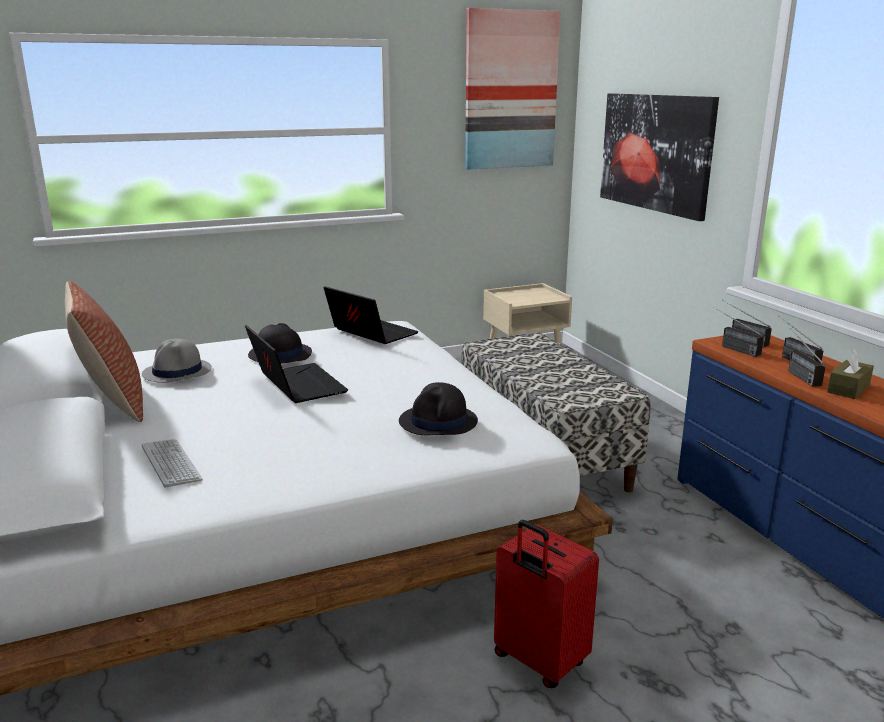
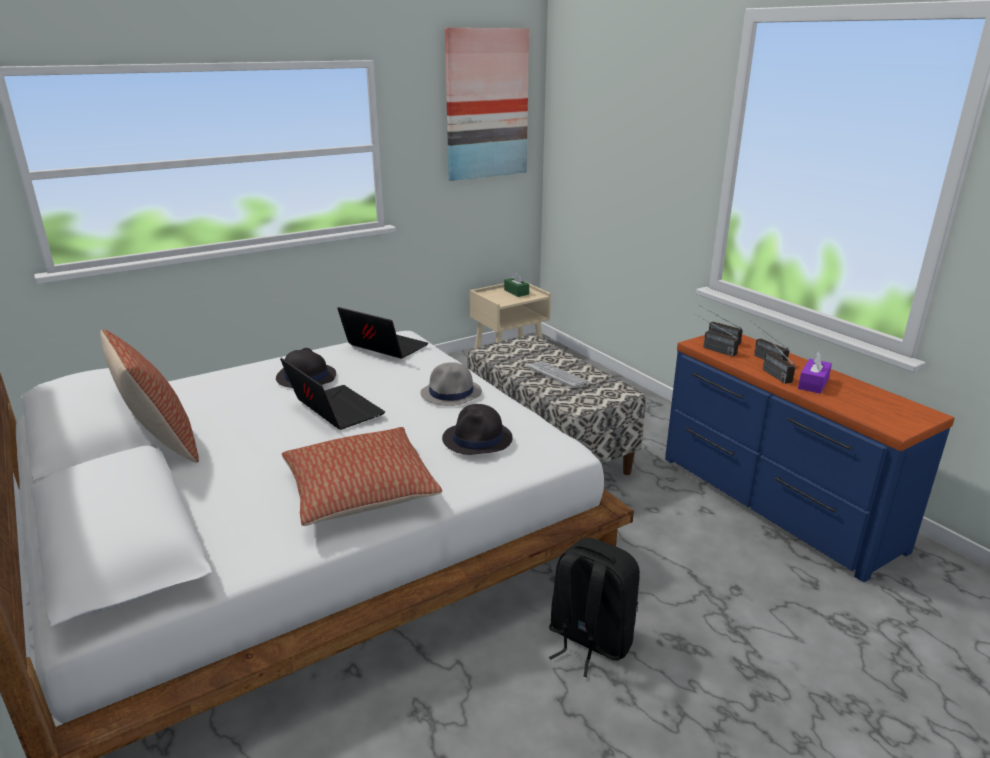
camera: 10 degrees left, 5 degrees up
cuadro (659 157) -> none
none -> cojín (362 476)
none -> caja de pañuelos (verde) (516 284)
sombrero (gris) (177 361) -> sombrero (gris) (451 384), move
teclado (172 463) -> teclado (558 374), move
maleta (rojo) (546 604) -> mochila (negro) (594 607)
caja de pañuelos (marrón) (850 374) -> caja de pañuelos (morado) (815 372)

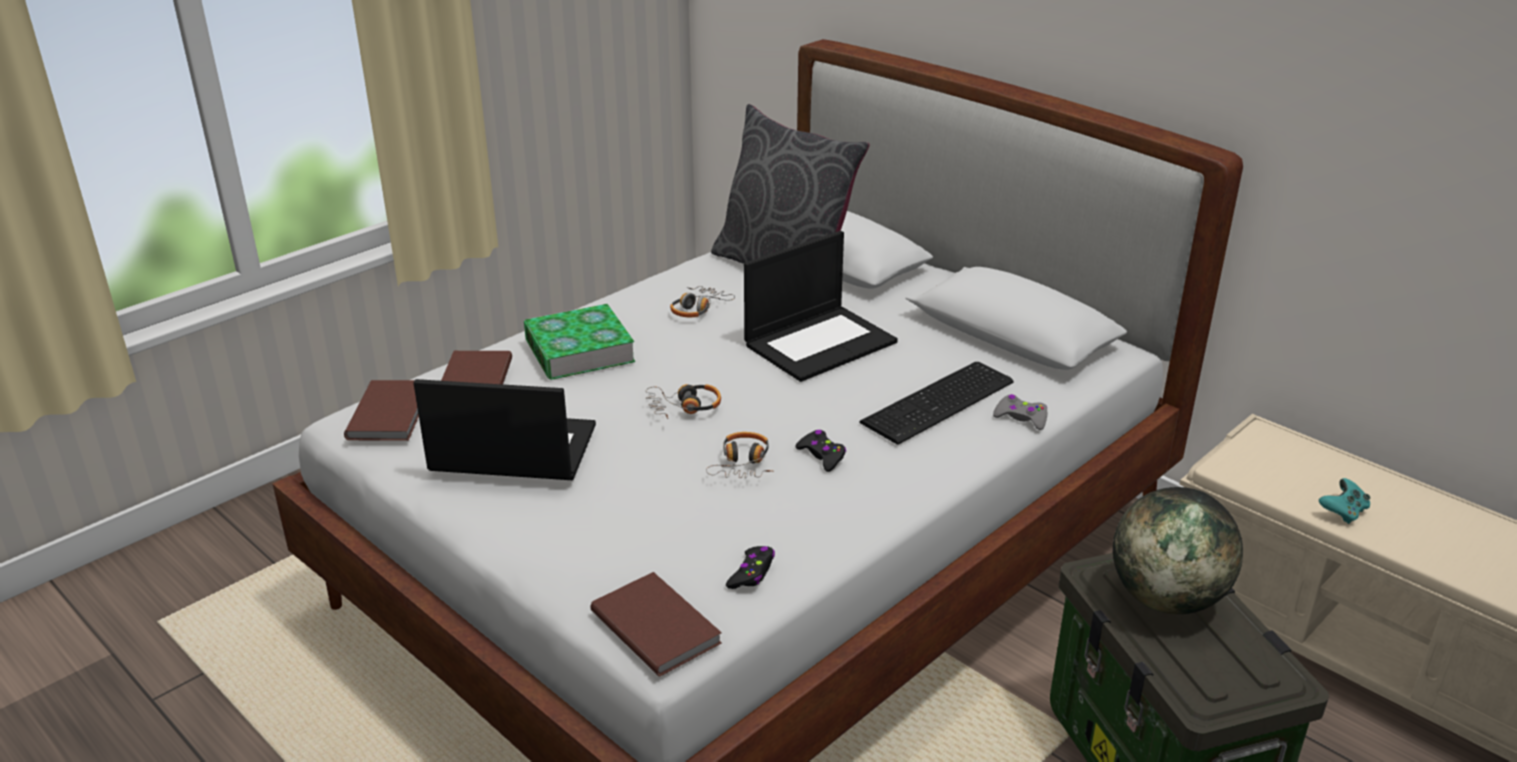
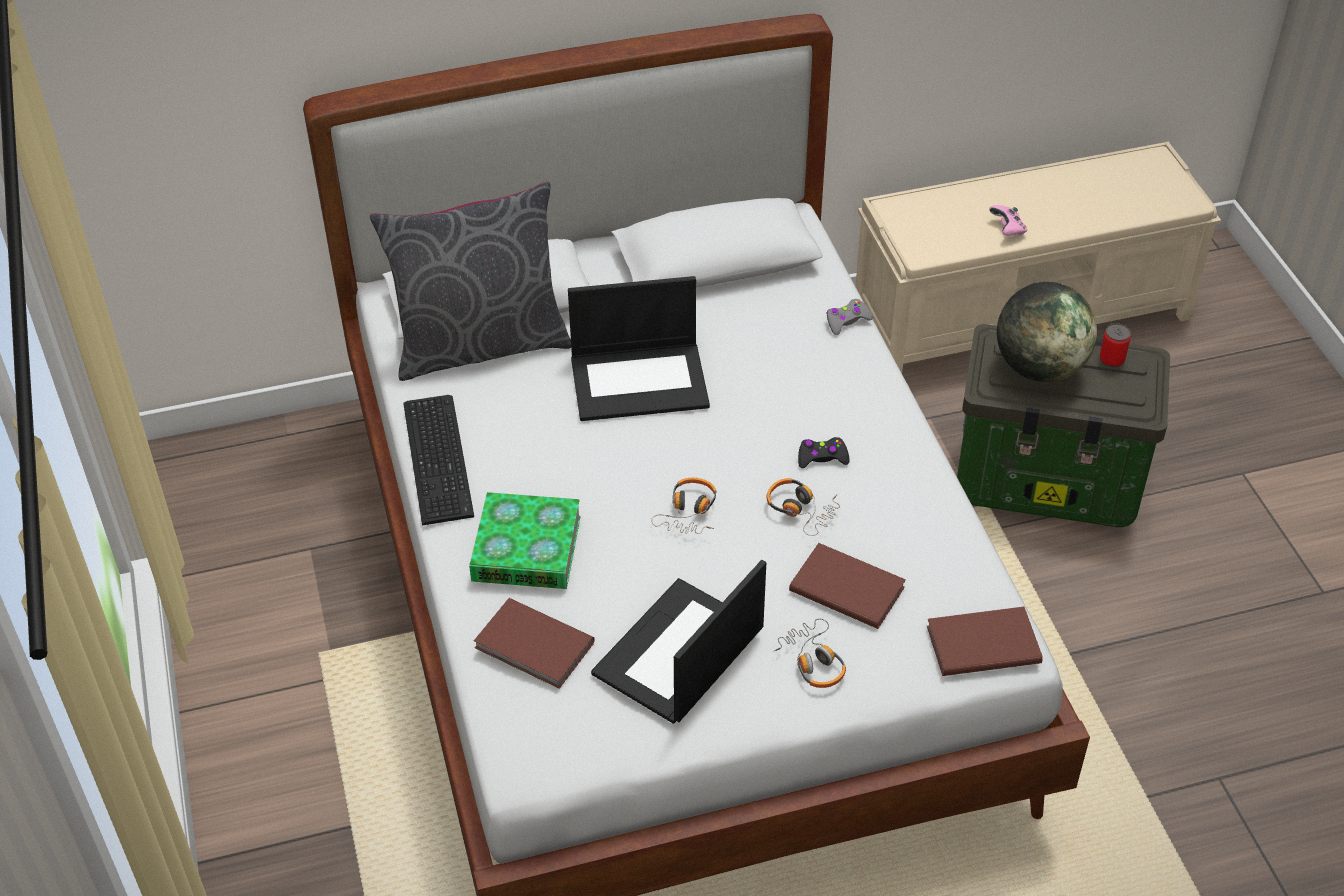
camera: 60 degrees left, 15 degrees up
mando de consola (negro) (750 567) -> none
none -> lata (1115 345)
libro (marrón) (381 410) -> libro (marrón) (847 586), move
auriculares (702 301) -> auriculares (809 653), move
teclado (936 403) -> teclado (438 460), move
mando de consola (turquesa) (1344 501) -> mando de consola (rosa) (1008 220)
portátil (821 306) -> portátil (639 348), 90 degrees clockwise

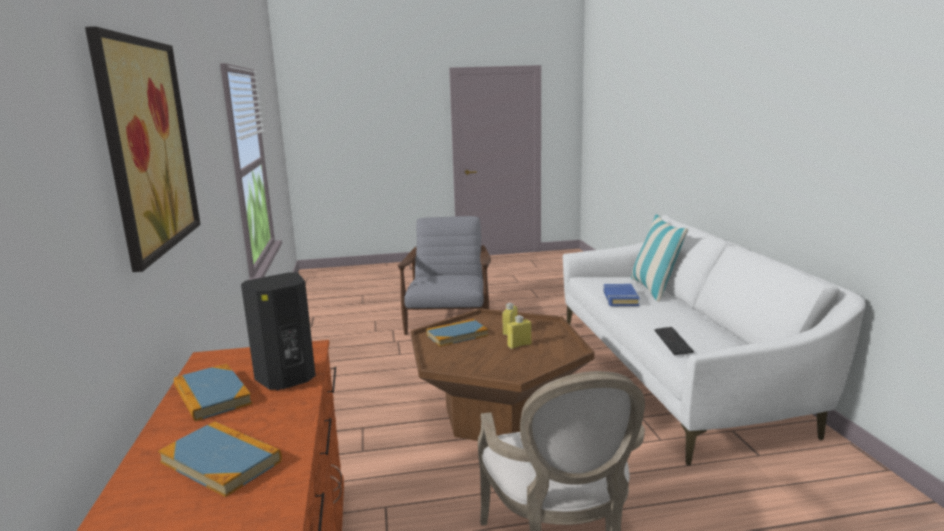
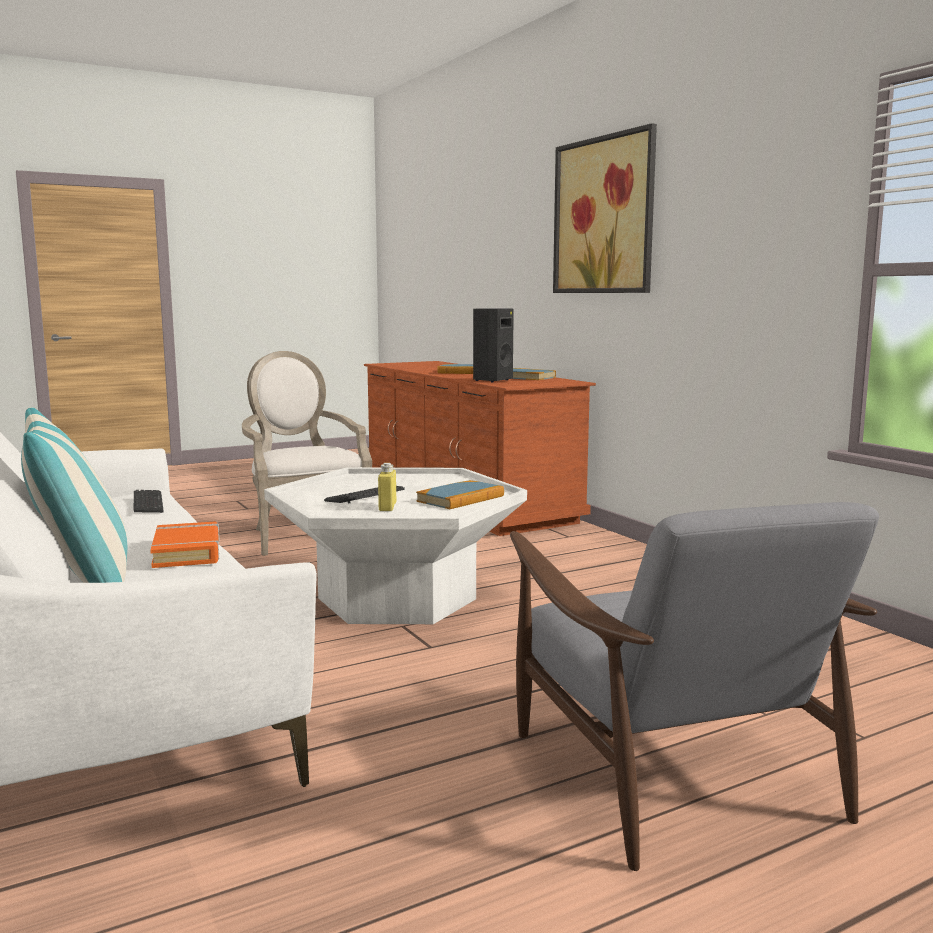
camera: 160 degrees right, 5 degrees down
botella (amarillo) (519 332) -> teclado (364 495)
mesa de centro (marrón) (502 375) -> mesa de centro (blanco) (395 545)
libro (azul) (621 295) -> libro (naranja) (184 545)

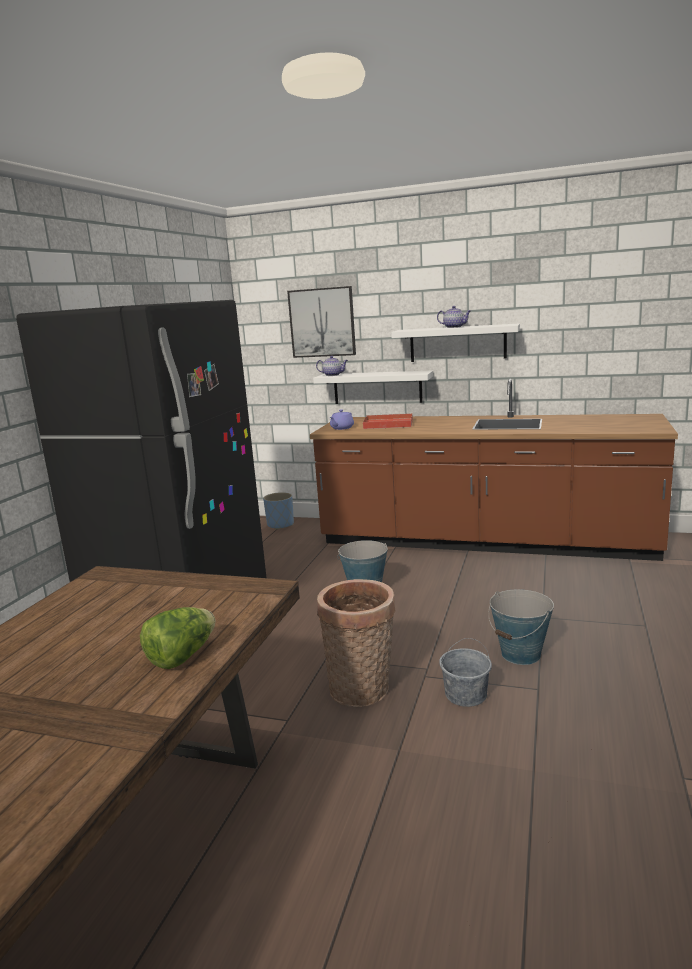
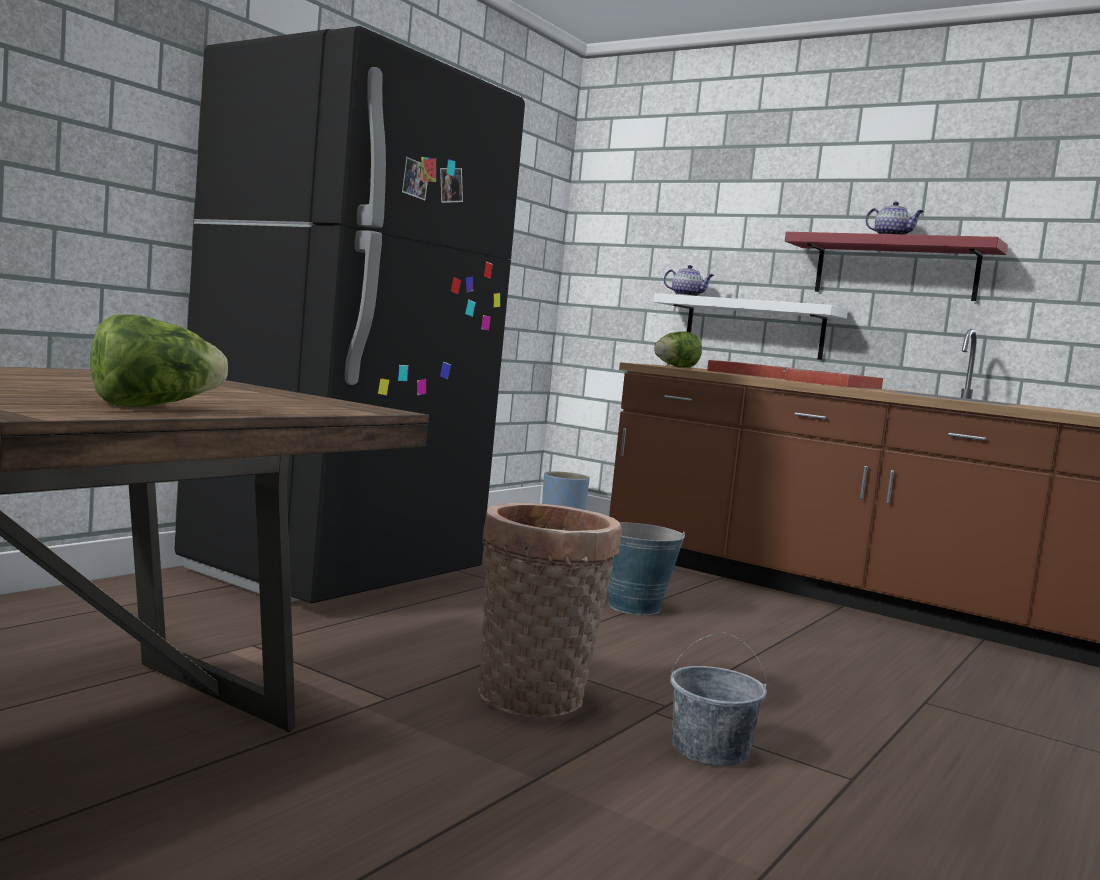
camera: 15 degrees right, 10 degrees down
cuadro (321 322) -> none
cubo (521 627) -> none
none -> bandeja (rojo) (833 378)
tetera (morado) (342 419) -> lechuga (678 349)
estante (blanco) (455 342) -> estante (rojo) (896 266)

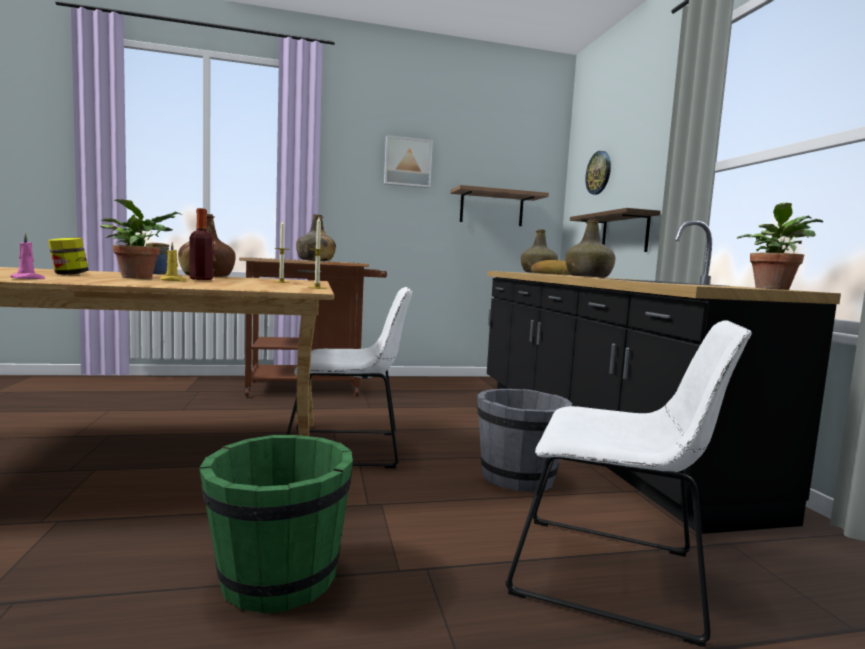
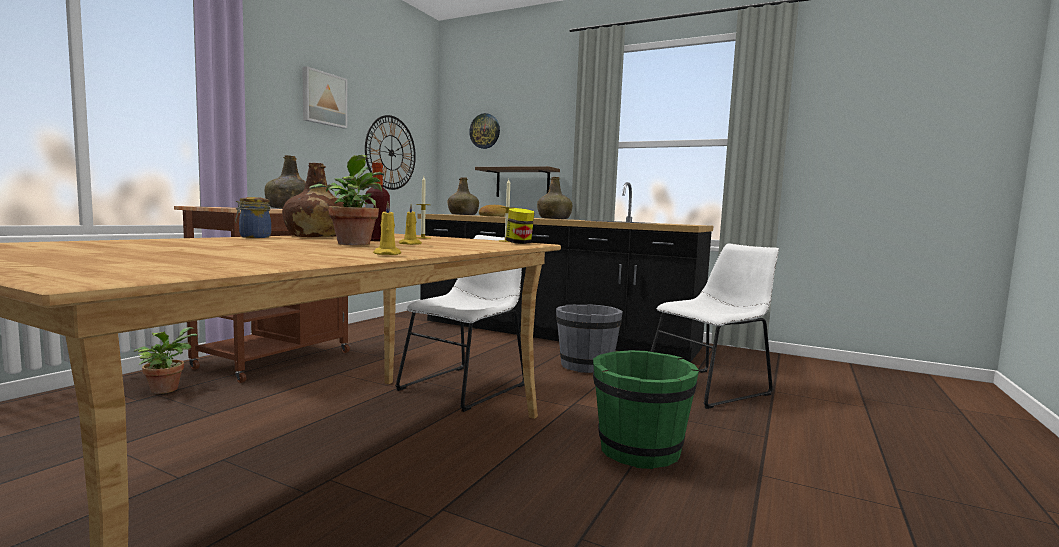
camera: 50 degrees left, 0 degrees up
tarro (68 256) -> tarro (520 226), move
planta en maceta (780 246) -> planta en maceta (165 360), move
estante (499 205) -> reloj de pared (390 152)
vela (rosa) (27 256) -> vela (amarillo) (387 228)

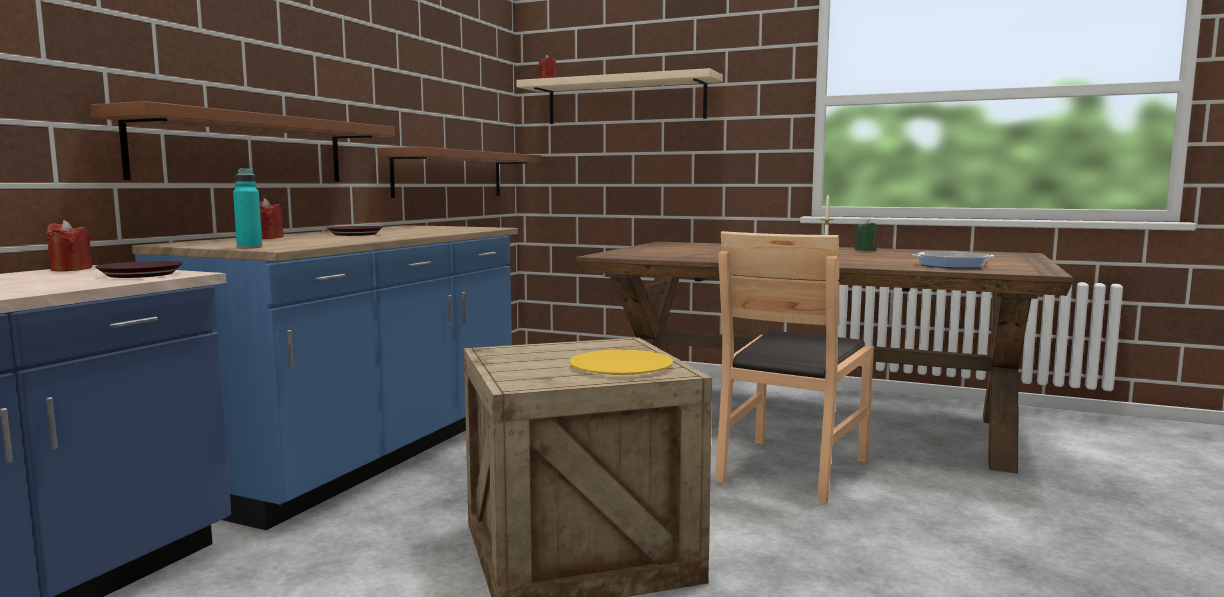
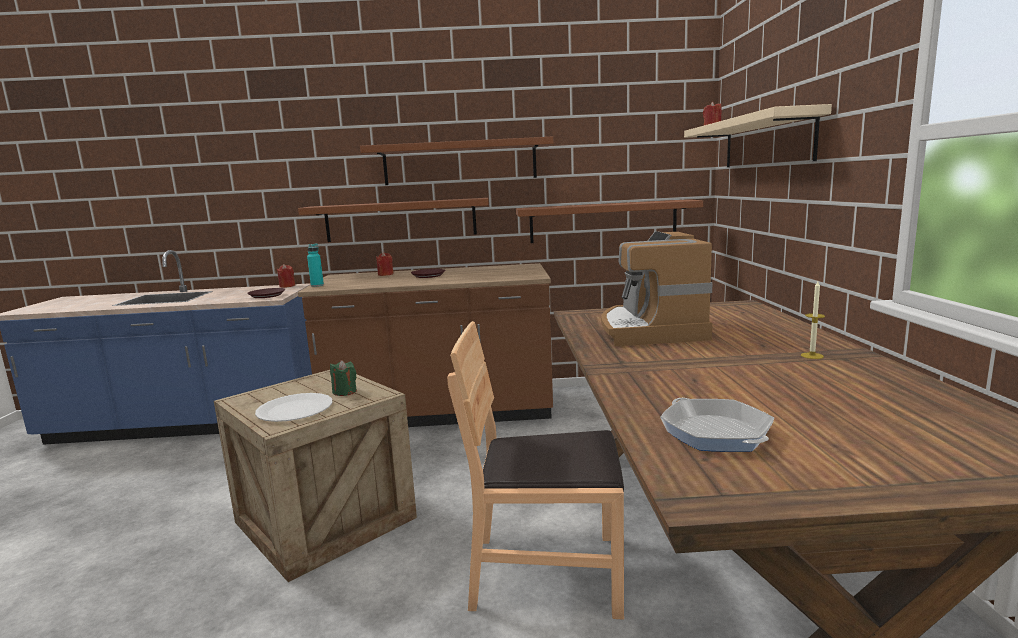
camera: 65 degrees right, 5 degrees up
none -> estante (marrón) (456 160)
none -> cafetera (656 288)
vela (verde) (867 235) -> vela (verde) (343 378), move
mueble bajo de cocina (azul) (325 377) -> mueble bajo de cocina (marrón) (425 345)
plato (amarillo) (621 362) -> plato (blanco) (294 407)

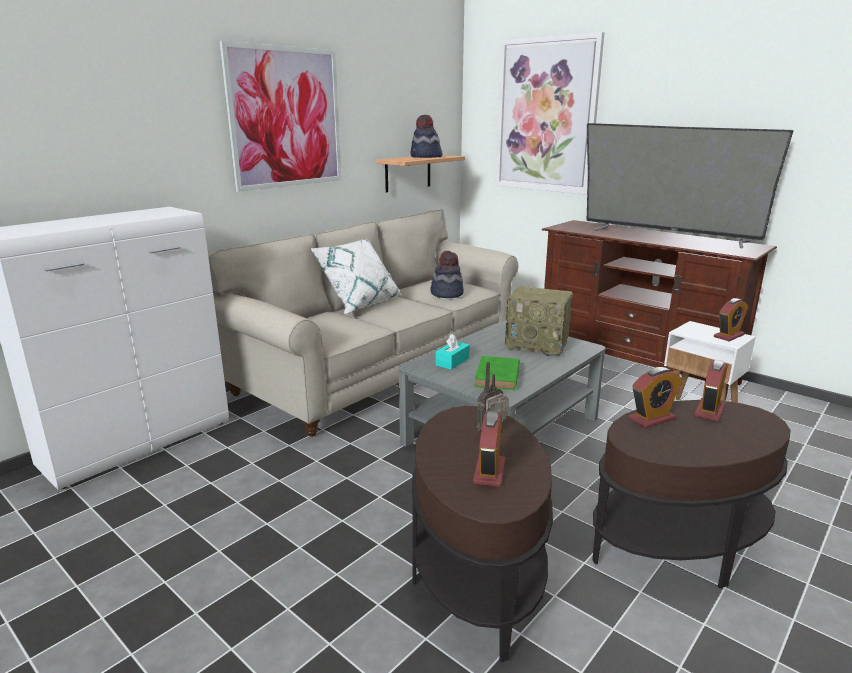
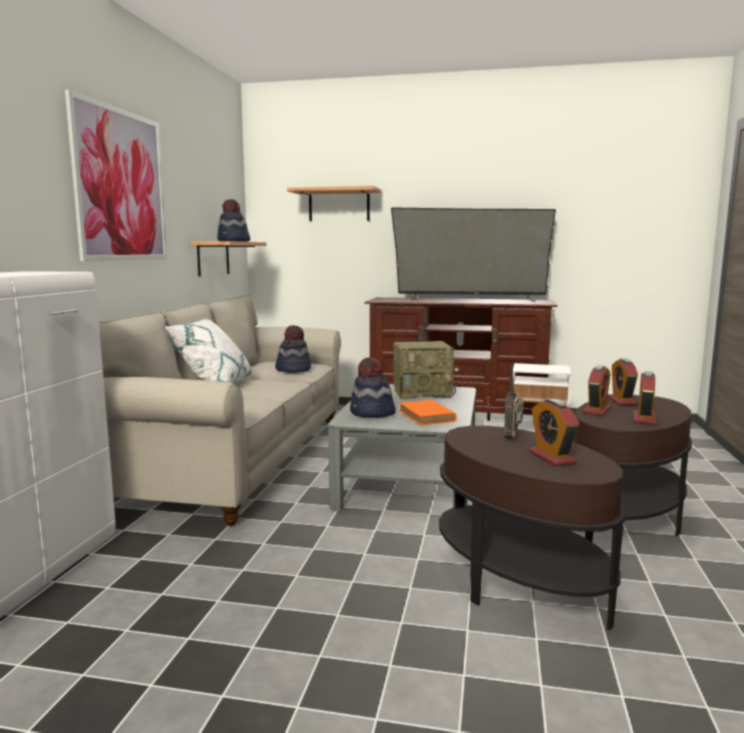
camera: 30 degrees left, 10 degrees down
despertador (731 319) -> despertador (645 398), move
caja de pañuelos (turquesa) (453 351) -> sombrero (373 388)
cuadro (550 113) -> estante (334 203)
libro (verde) (497 373) -> libro (naranja) (428 412)

